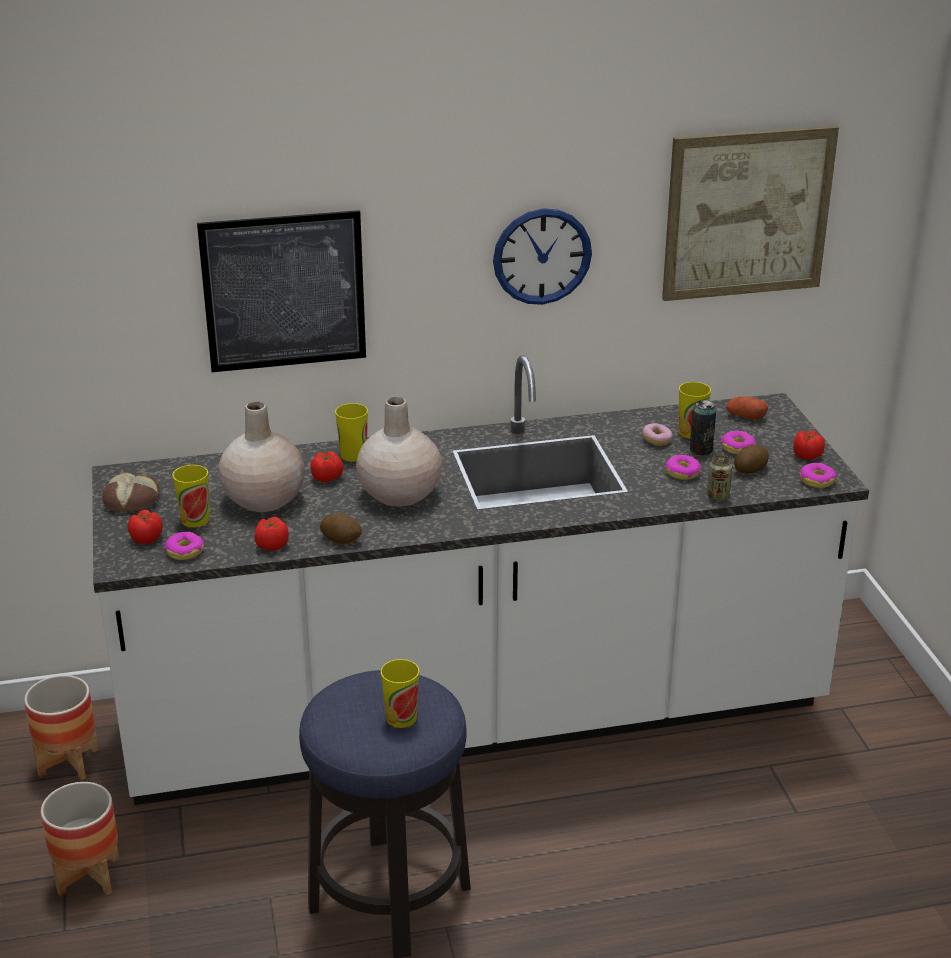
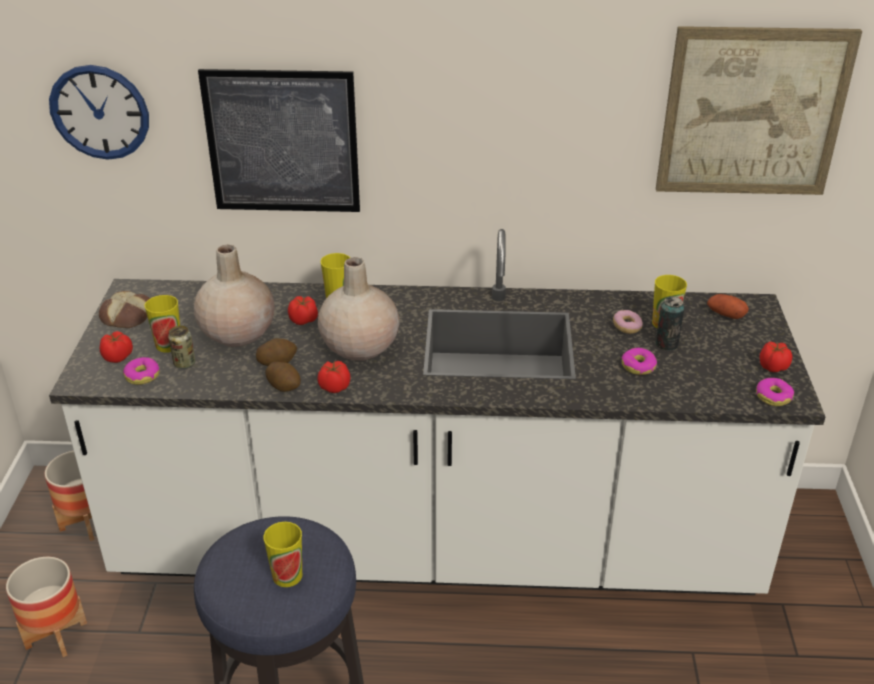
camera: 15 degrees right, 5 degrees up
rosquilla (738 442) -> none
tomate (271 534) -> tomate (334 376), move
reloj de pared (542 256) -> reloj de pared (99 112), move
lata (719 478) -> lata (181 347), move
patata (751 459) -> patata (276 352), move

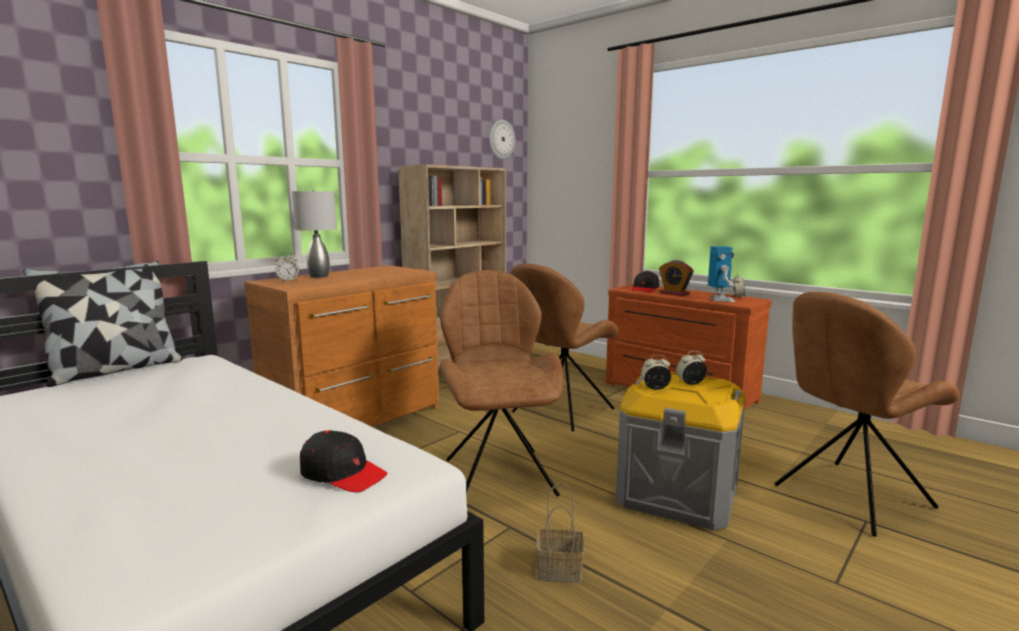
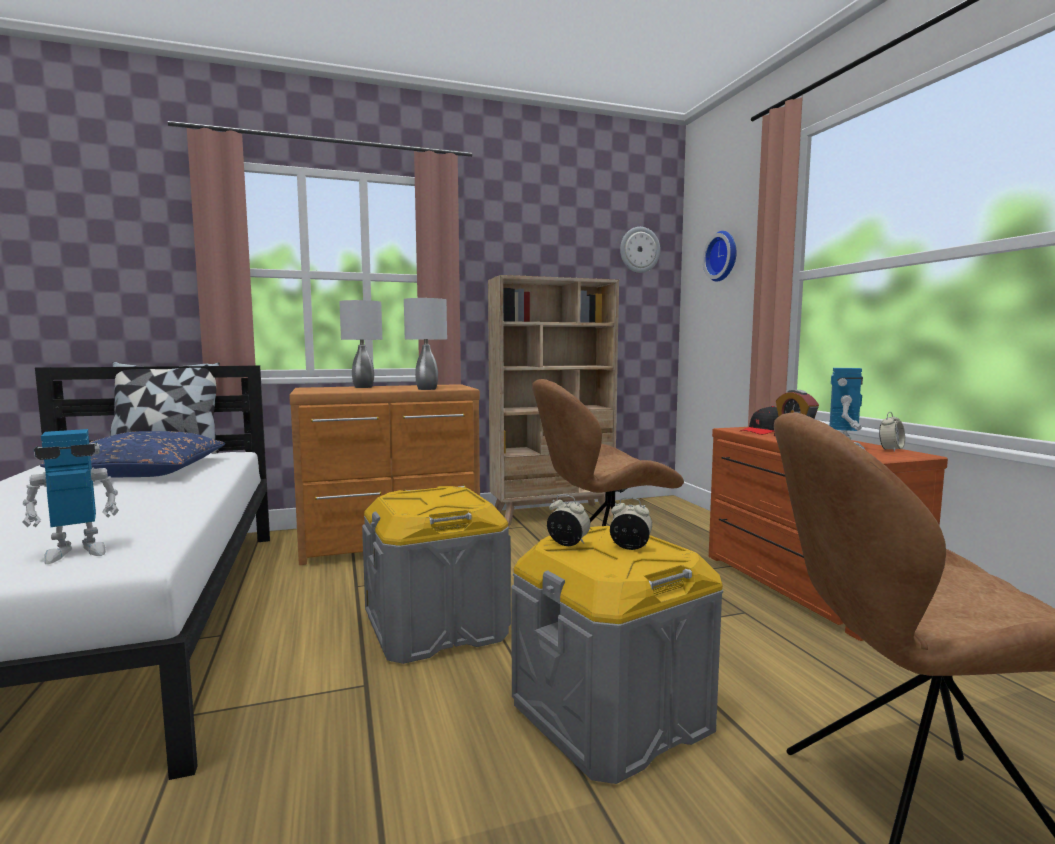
camera: 30 degrees right, 5 degrees down
despertador (287 267) -> none
cesta (560 532) -> none
none -> cojín (azul) (132 454)
none -> lámpara de mesa (gris) (425 344)
none -> reloj de pared (719 256)
gorra (negro) (343 461) -> robot de juguete (70 496)
silla (marrón) (501 383) -> caja de almacenaje (gris) (436 575)

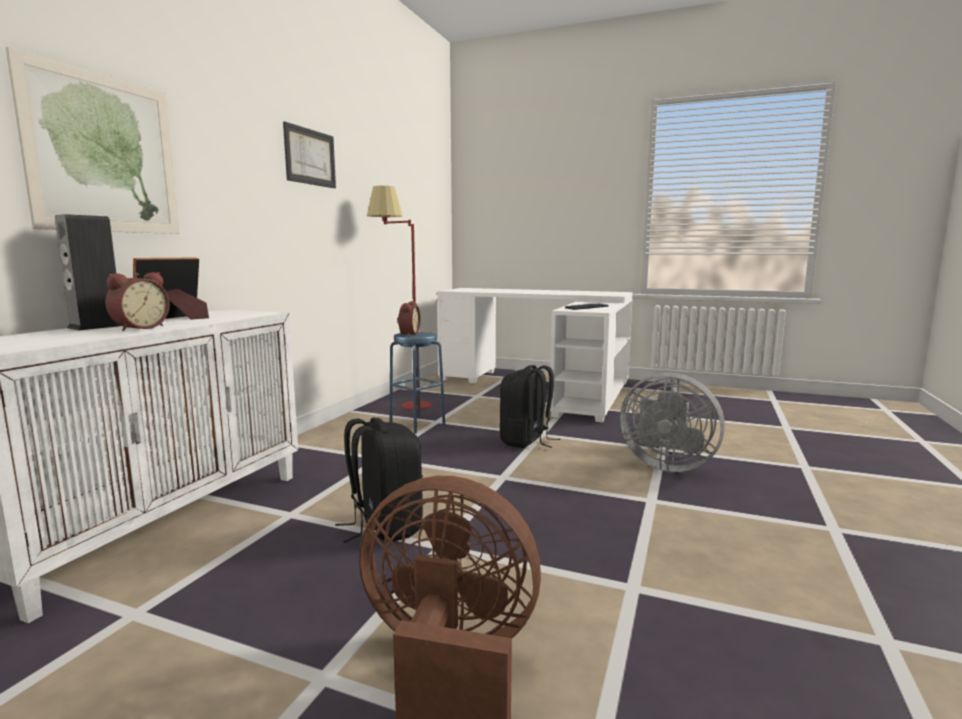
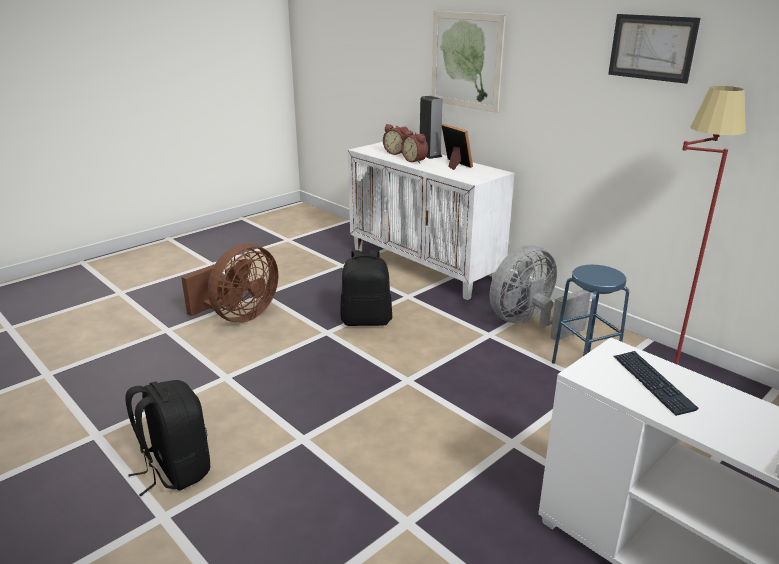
camera: 115 degrees right, 15 degrees up
despertador (408 318) -> despertador (395 139), move
mochila (negro) (530 406) -> mochila (negro) (167 438), move
ventilador (gris) (672 422) -> ventilador (gris) (540 293), move

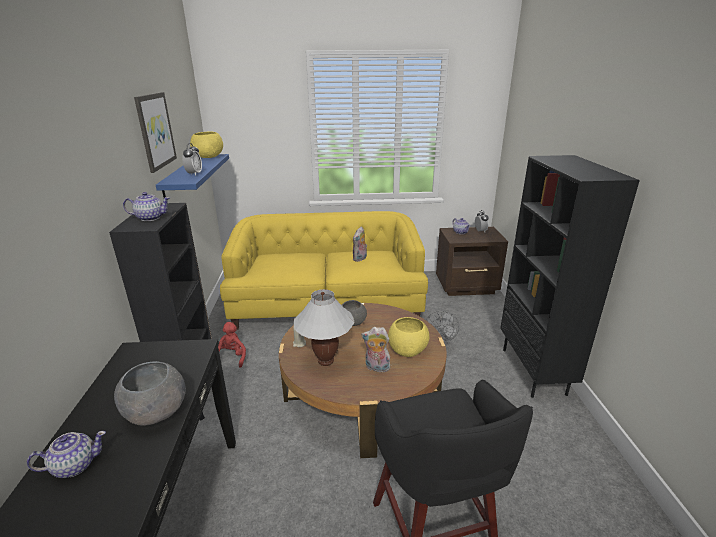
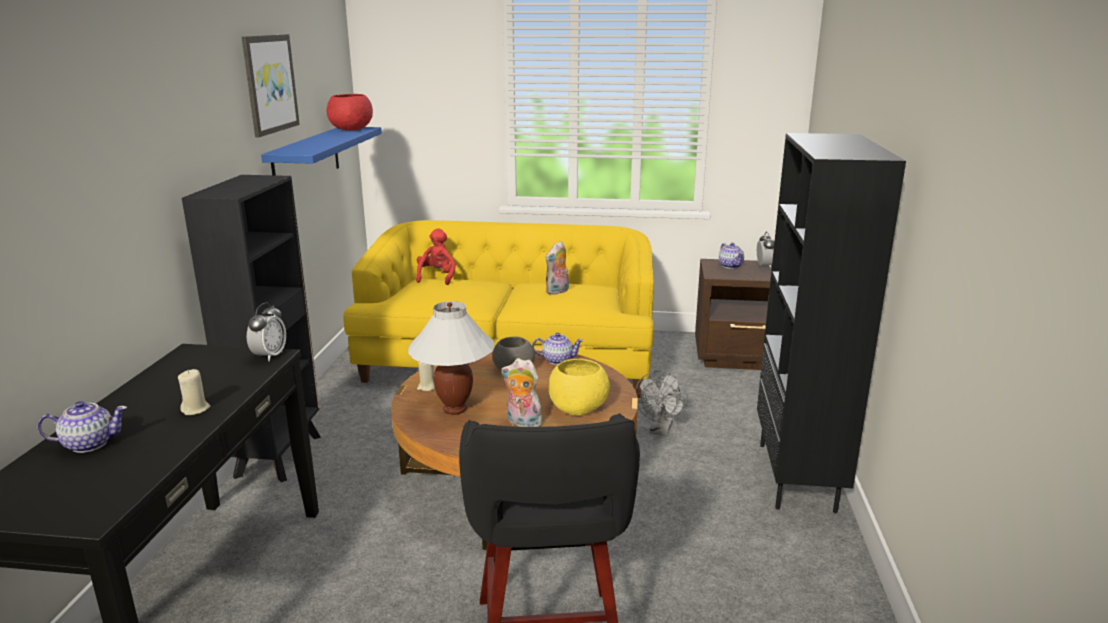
camera: 10 degrees right, 5 degrees down
tetera (146 206) -> tetera (557 348), move
despertador (192 159) -> despertador (266 332), move
peluche (rojo) (232 345) -> peluche (rojo) (436 256), move
cuenco (gris) (150 393) -> vela (beis) (194 392)
cuenco (amarillo) (206 145) -> cuenco (rojo) (350 112)

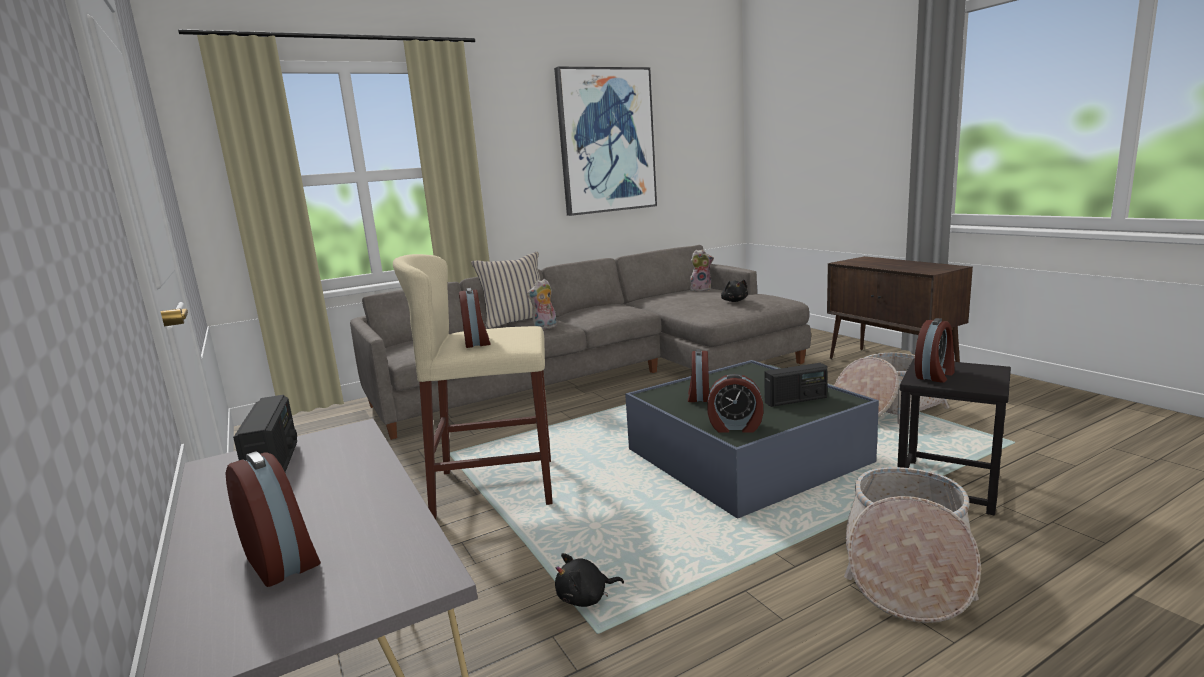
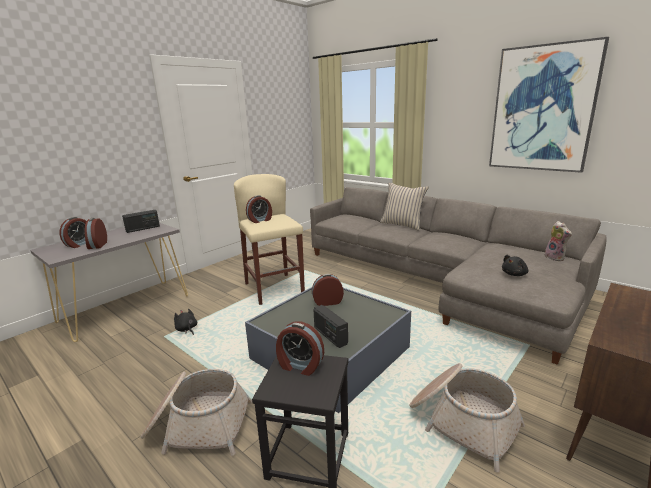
camera: 70 degrees right, 5 degrees up
peluche (542 304) -> none
despertador (735 403) -> despertador (96 233), move

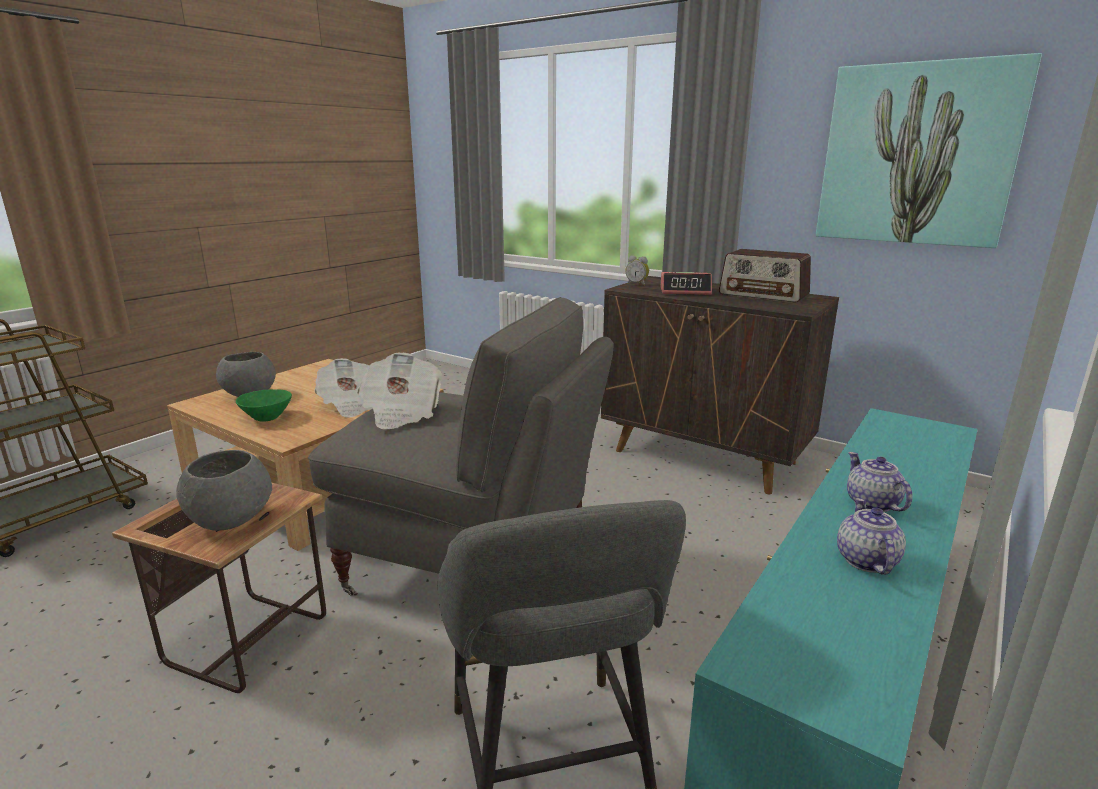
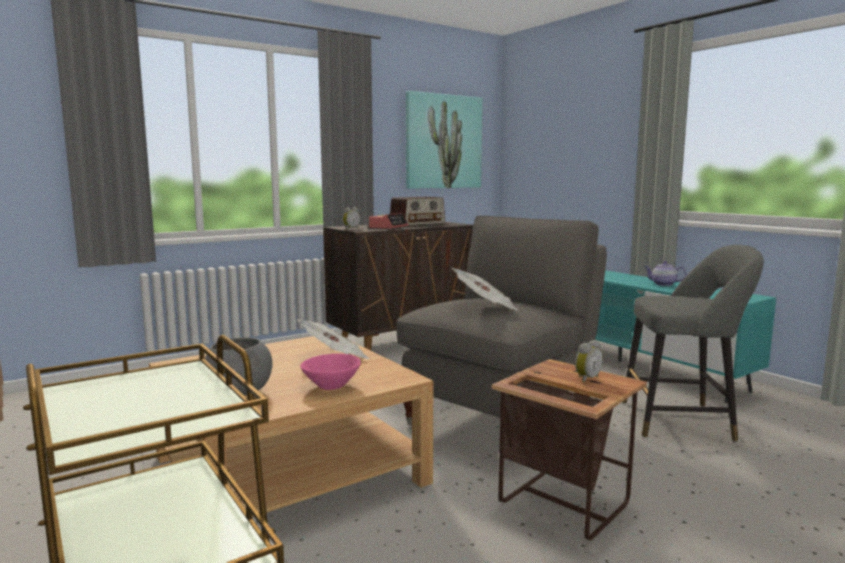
camera: 70 degrees left, 10 degrees down
tetera (879 482) -> none
cuenco (gris) (224 490) -> despertador (589 361)
cuenco (verde) (264 405) -> cuenco (rosa) (330 371)

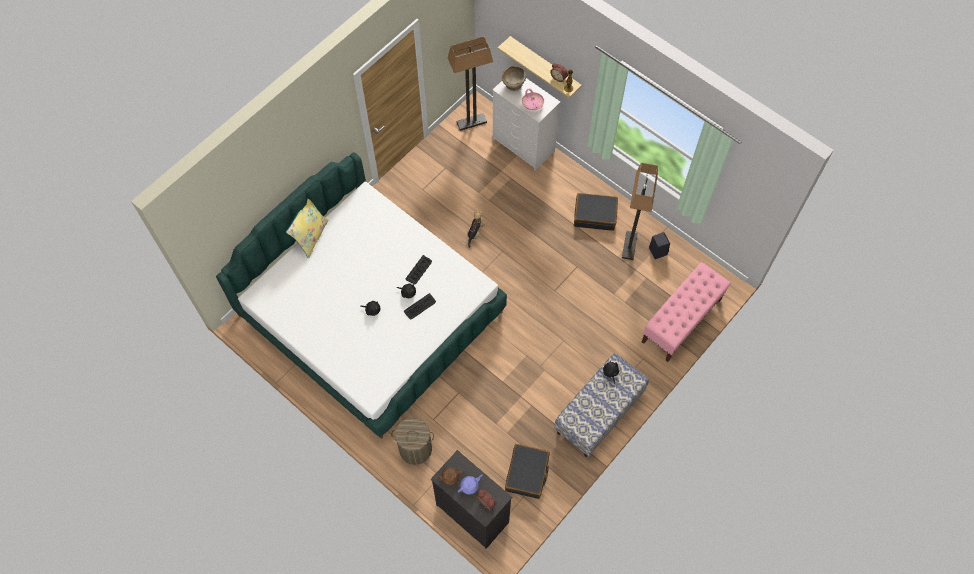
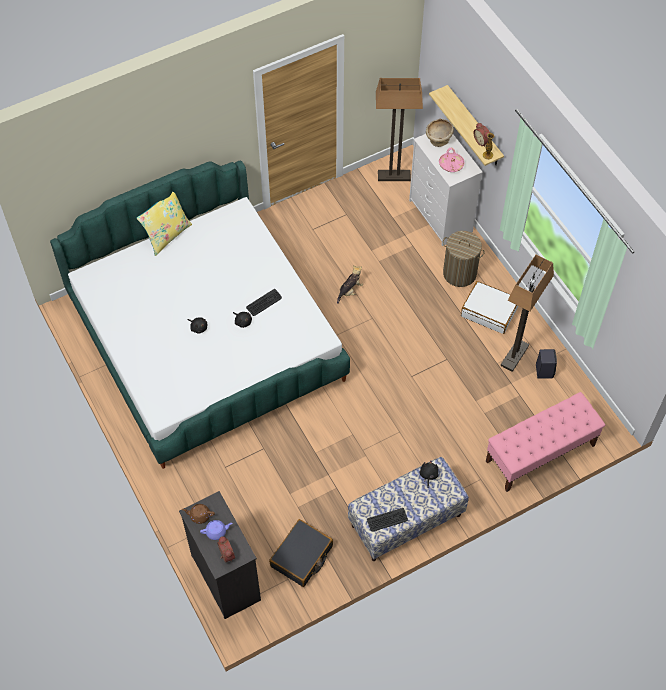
camera: 20 degrees right, 5 degrees down
cesto de la ropa (412 441) -> cesto de la ropa (464 259), move
teclado (420 306) -> teclado (387 520), move
maleta (negro) (596 212) -> maleta (blanco) (489 307)

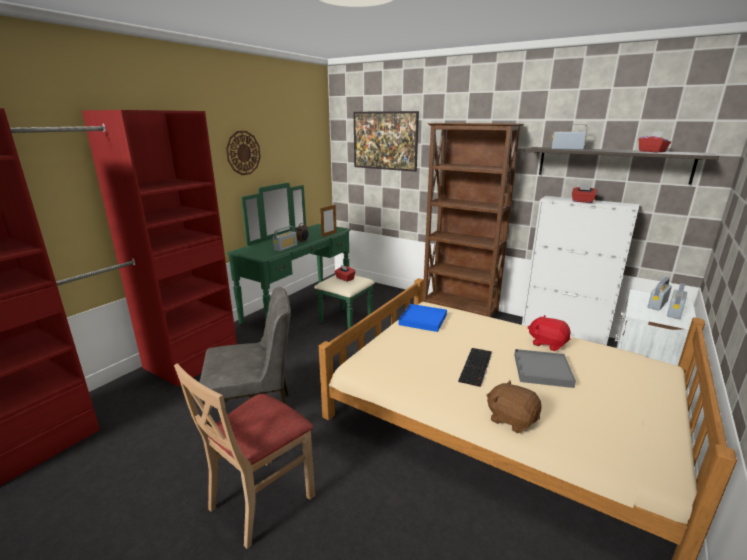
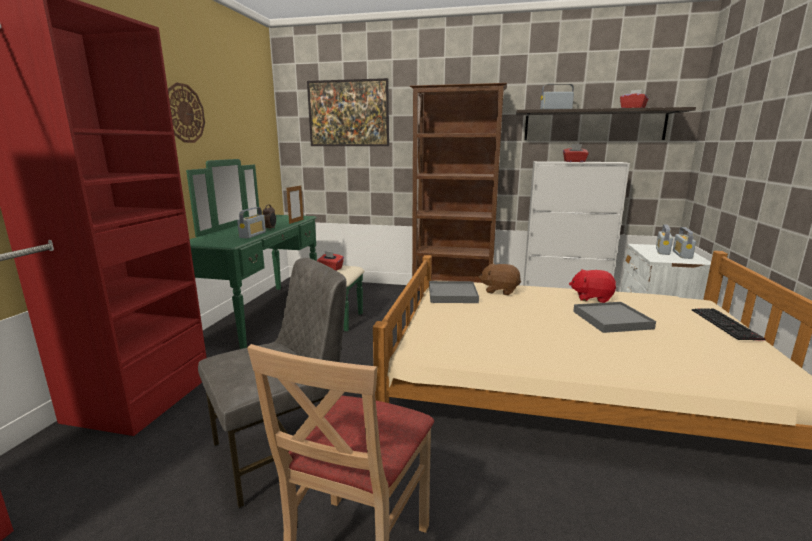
camera: 20 degrees left, 5 degrees down
teclado (475 367) -> teclado (729 324), move
peluche (marrón) (514 406) -> peluche (marrón) (500 279), move
bandeja (azul) (422 318) -> bandeja (gris) (454 292)

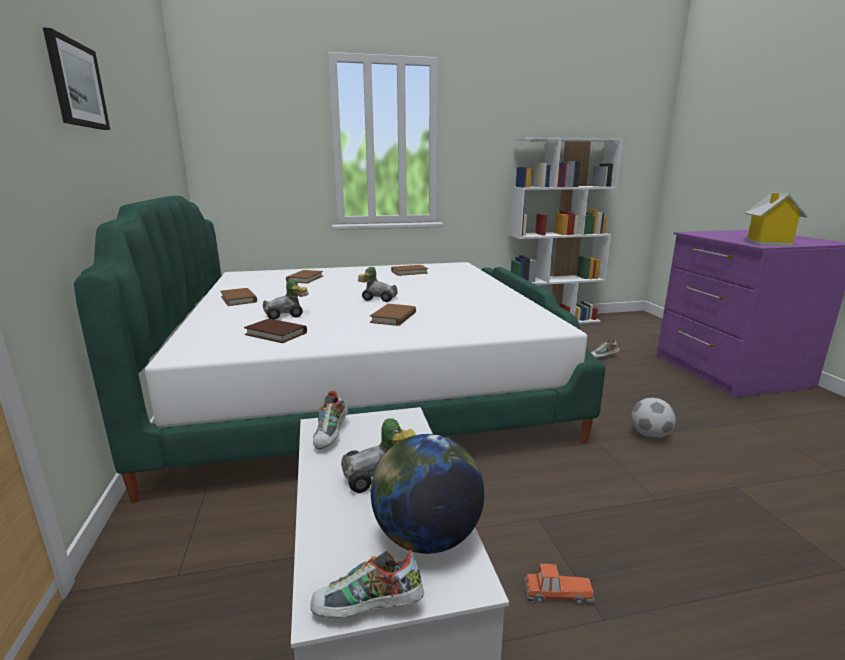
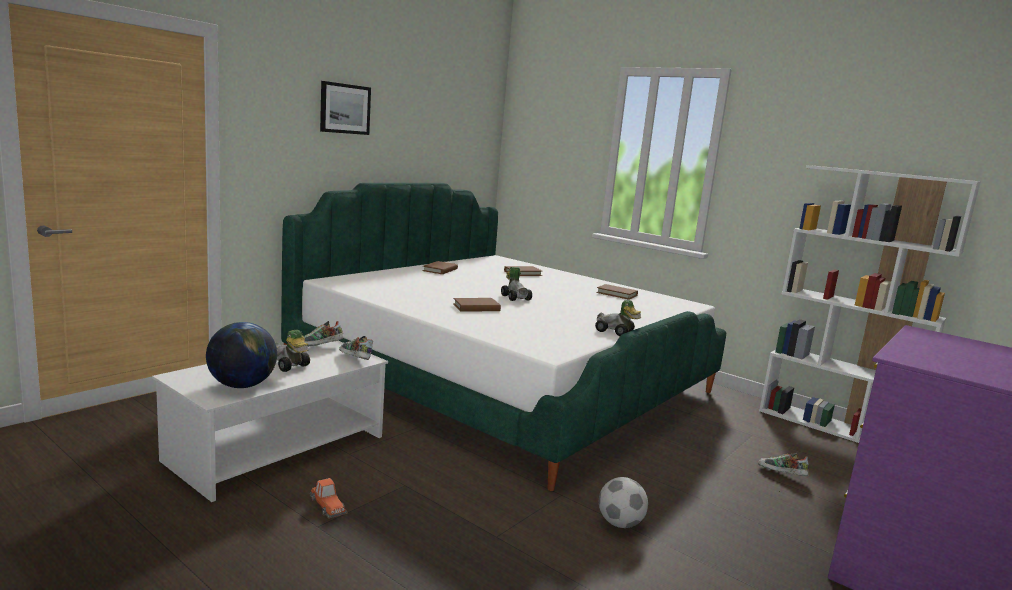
camera: 50 degrees right, 5 degrees down
libro (marrón) (275 331) -> none
casita (776 219) -> none
coche de juguete (286 299) -> coche de juguete (618 318), move
zapato (367 584) -> zapato (356 348), move

